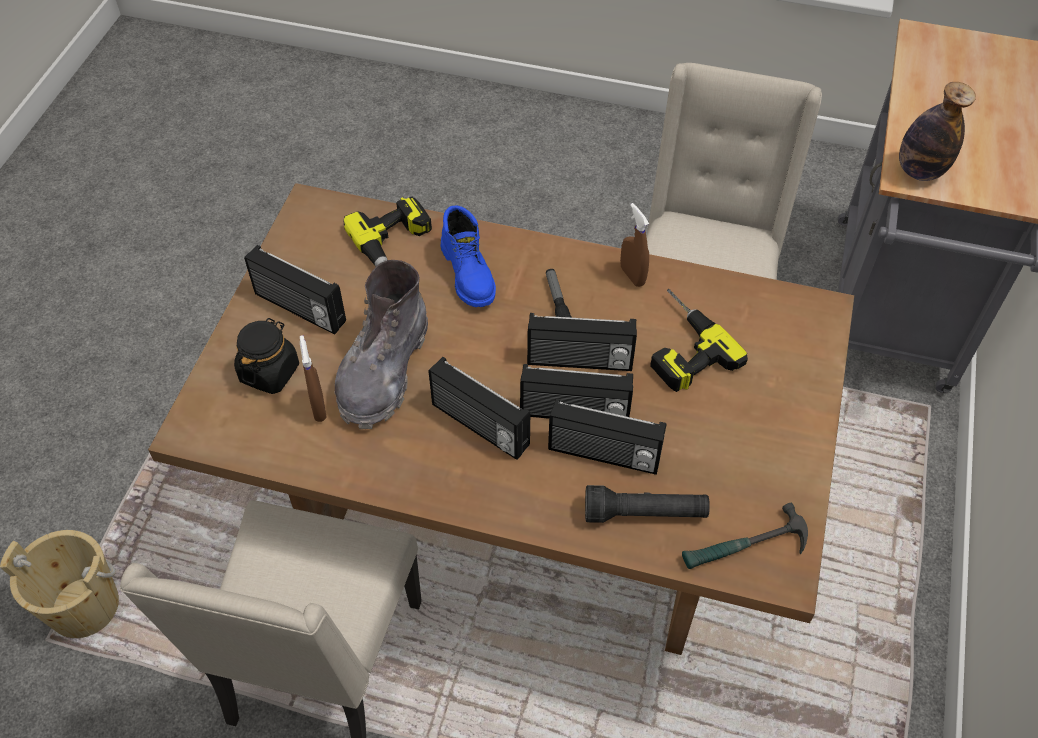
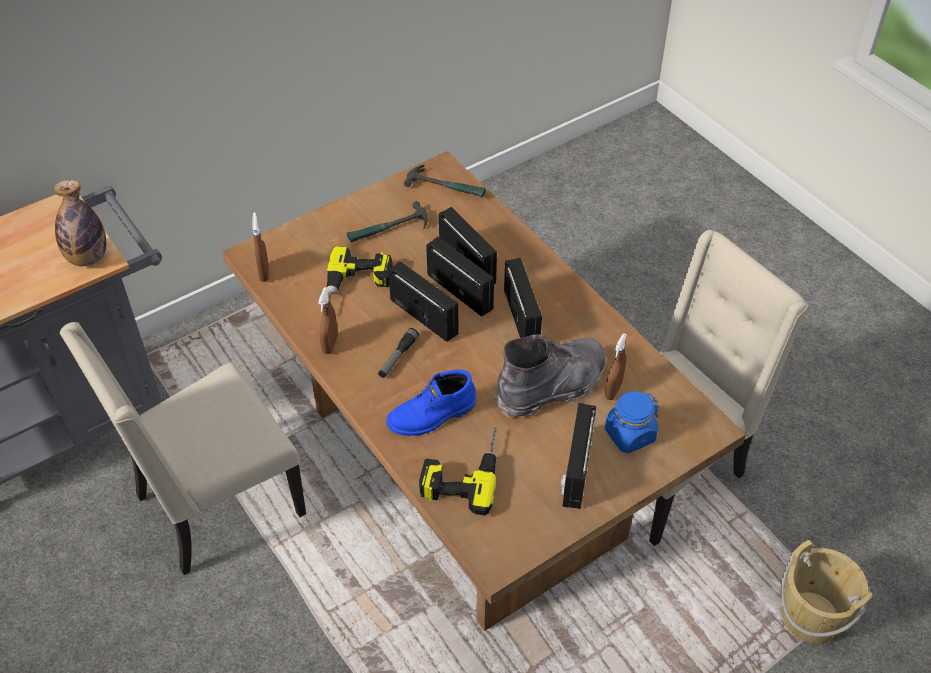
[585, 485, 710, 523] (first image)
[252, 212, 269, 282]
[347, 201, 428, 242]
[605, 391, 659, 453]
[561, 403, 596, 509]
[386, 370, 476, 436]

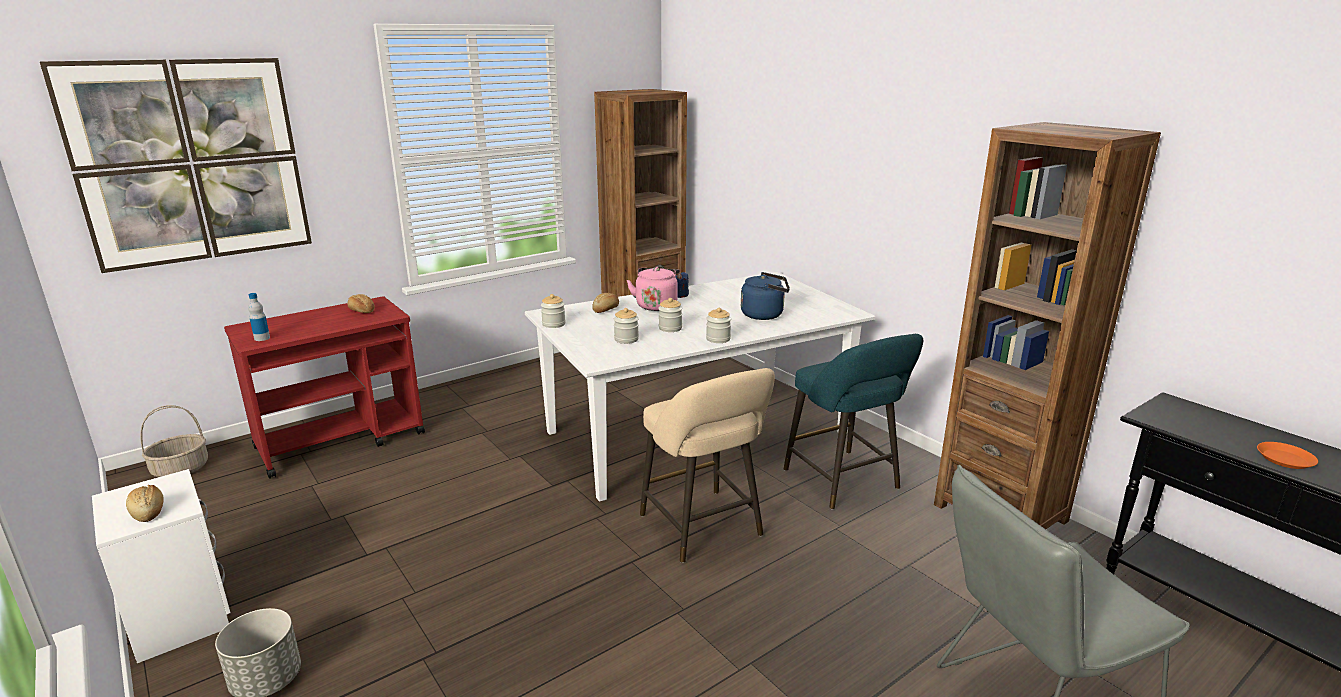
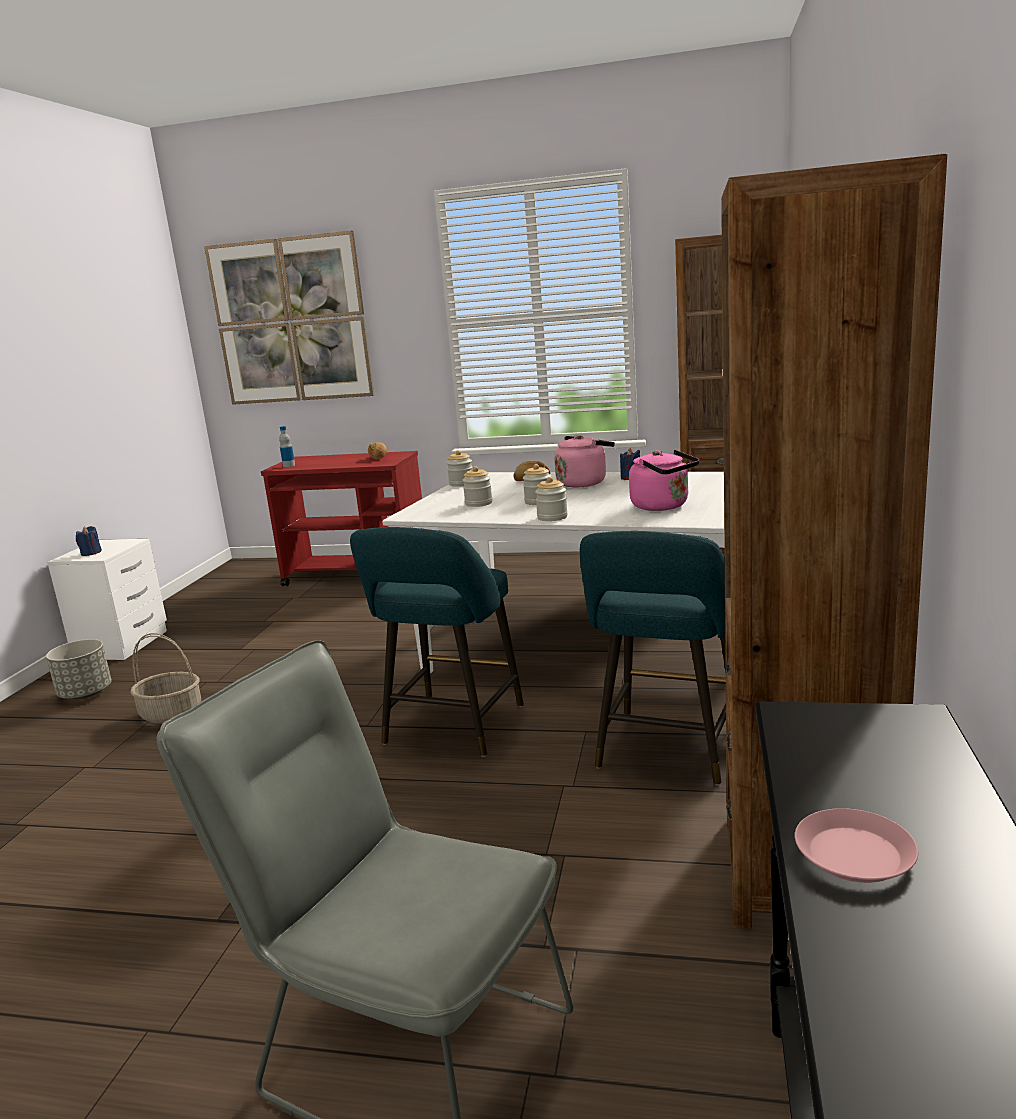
[130, 633, 201, 724]
[76, 526, 102, 556]
[350, 527, 524, 757]
[629, 450, 699, 511]
[795, 808, 918, 883]

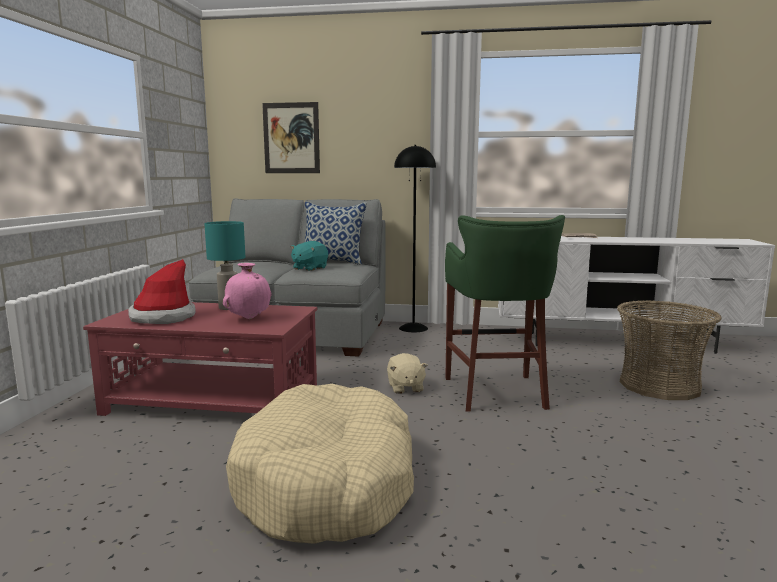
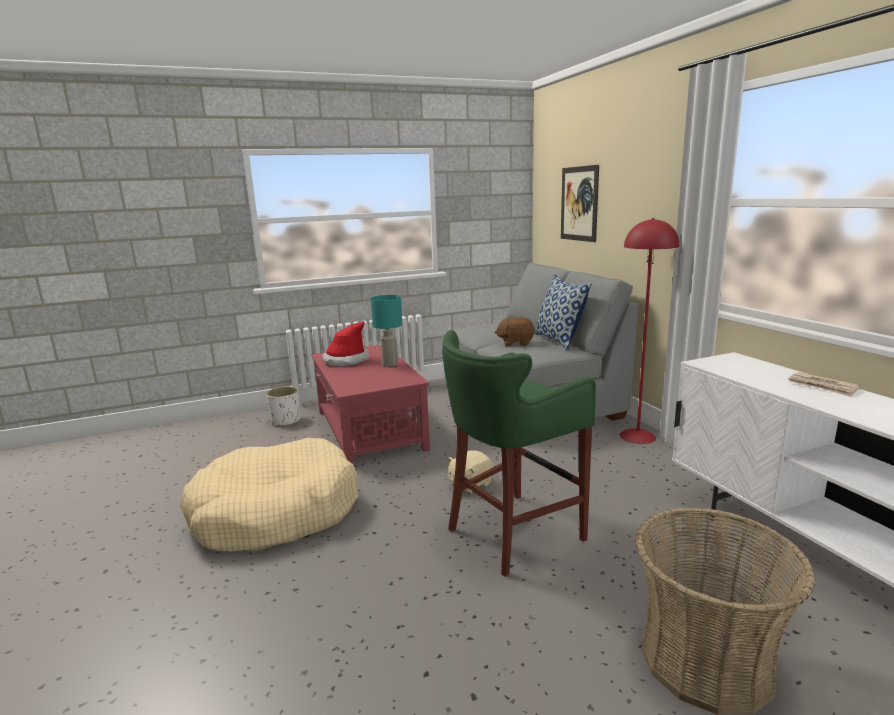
[223, 263, 272, 319] (first image)
[266, 386, 301, 427]
[495, 317, 535, 346]
[620, 218, 679, 444]

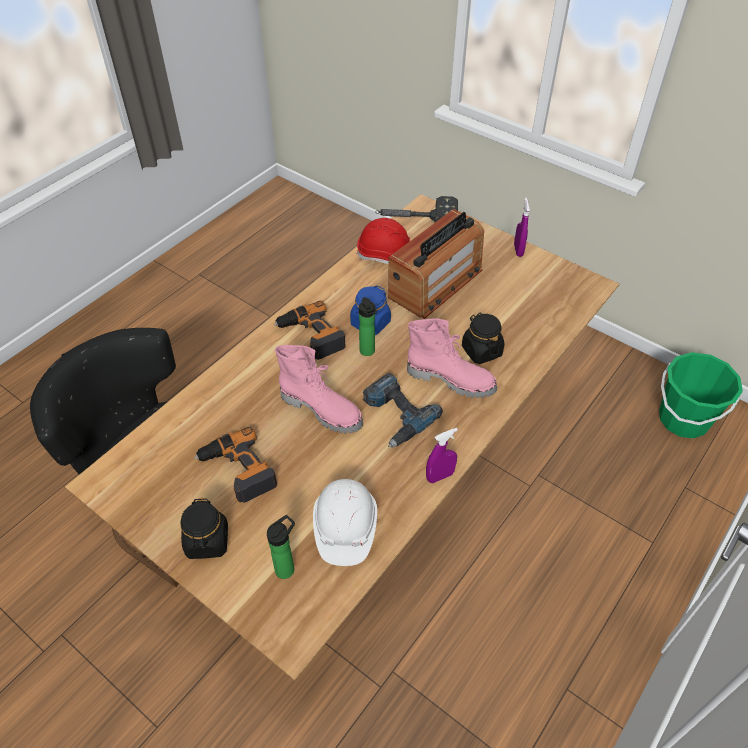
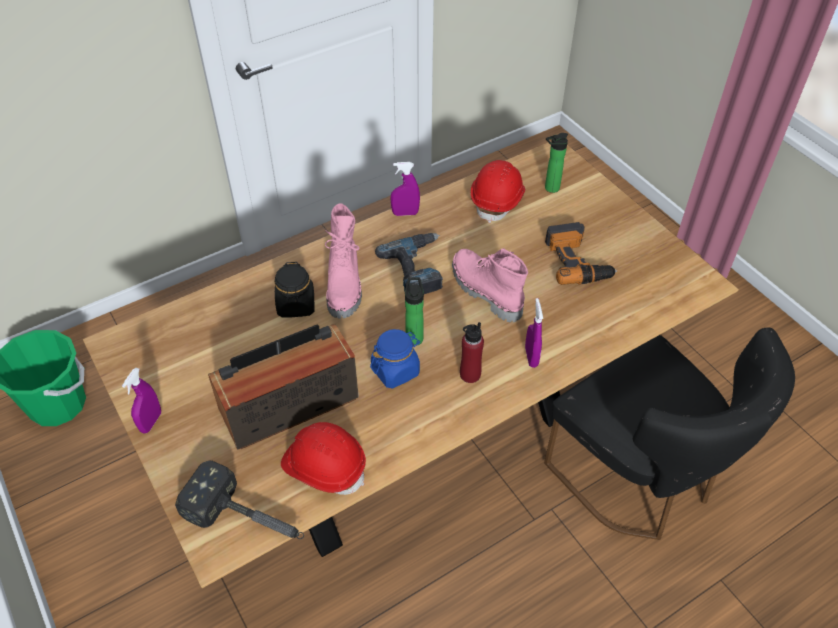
[180, 498, 228, 559] (first image)
[525, 298, 543, 368]
[460, 322, 484, 383]
[471, 160, 525, 223]
[325, 204, 362, 319]

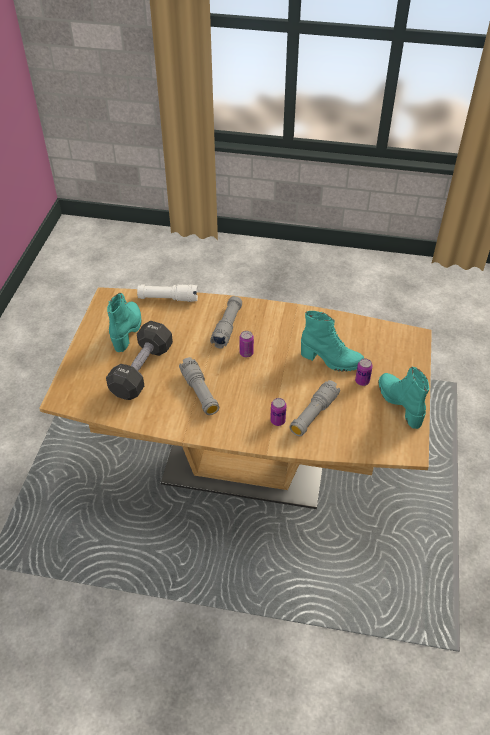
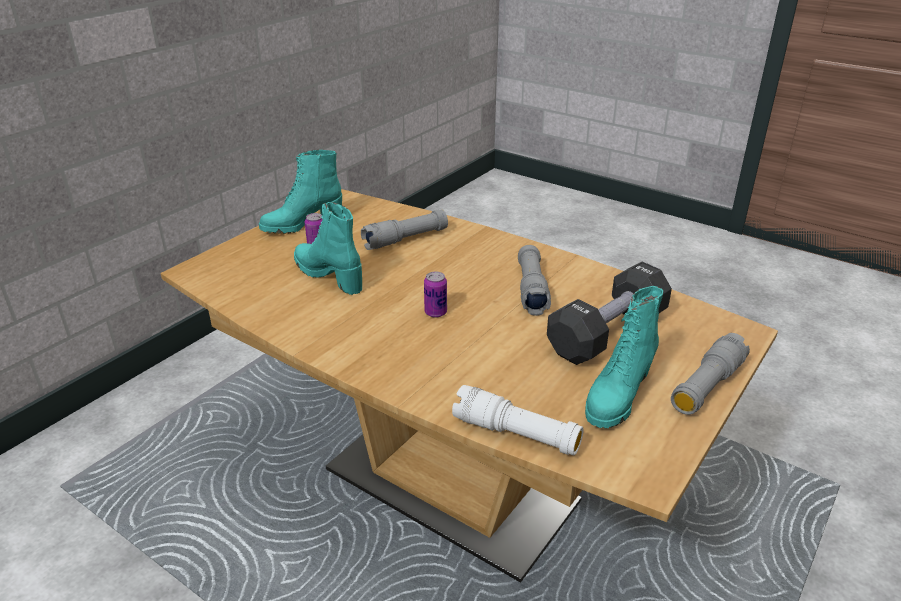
[270, 398, 287, 426] (first image)
[671, 333, 750, 415]
[259, 150, 342, 234]

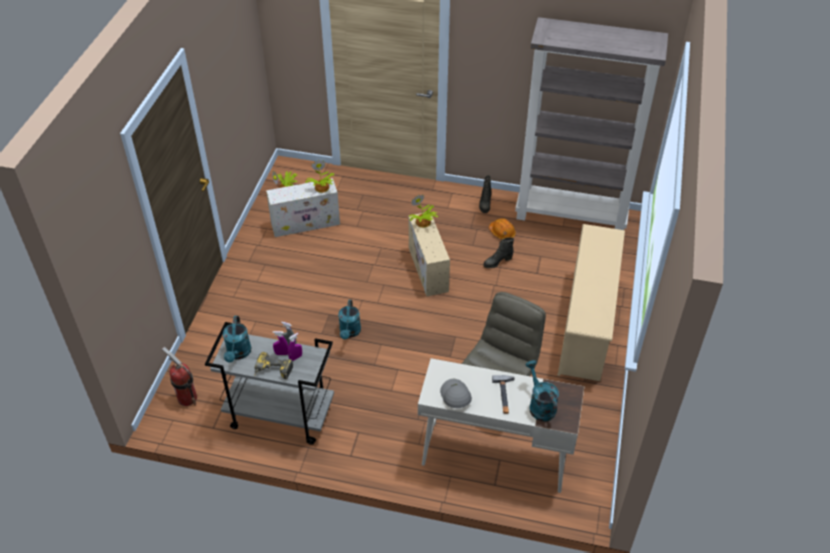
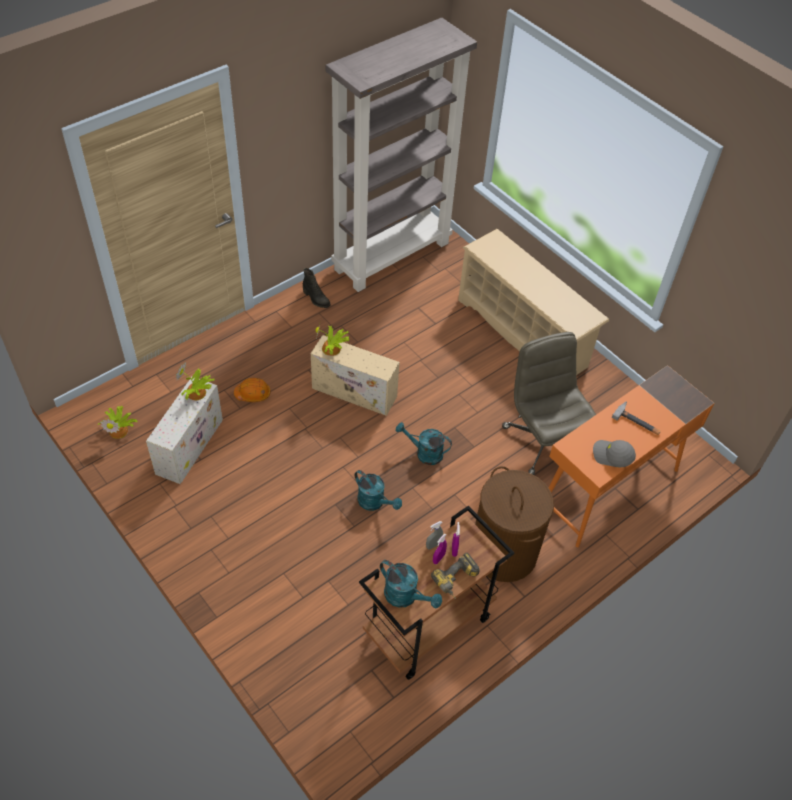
[162, 347, 197, 406] (first image)
[483, 238, 514, 268] (first image)
[475, 466, 554, 582]
[234, 378, 270, 402]
[396, 422, 452, 465]
[359, 506, 514, 680]
[549, 365, 714, 547]

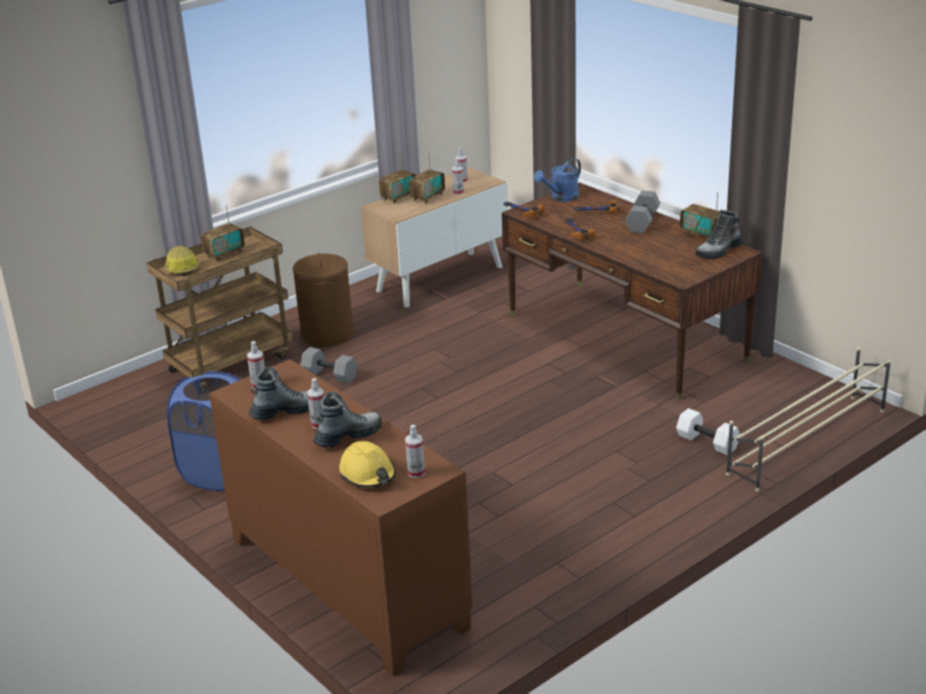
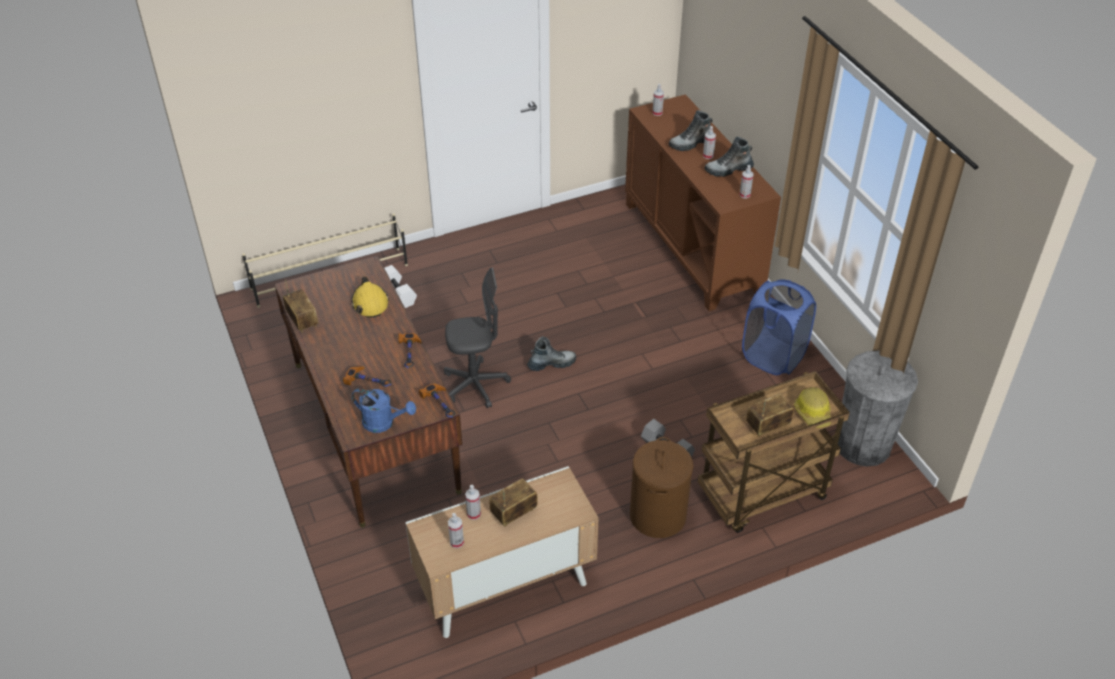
[379, 153, 416, 204] (first image)
[625, 191, 660, 234] (first image)
[444, 267, 511, 408]
[838, 351, 918, 466]
[352, 276, 389, 318]
[527, 336, 576, 371]
[352, 388, 416, 433]

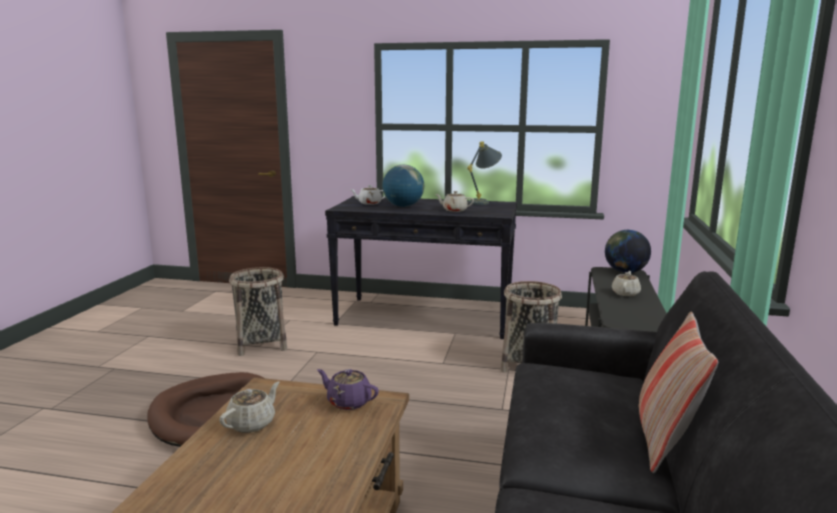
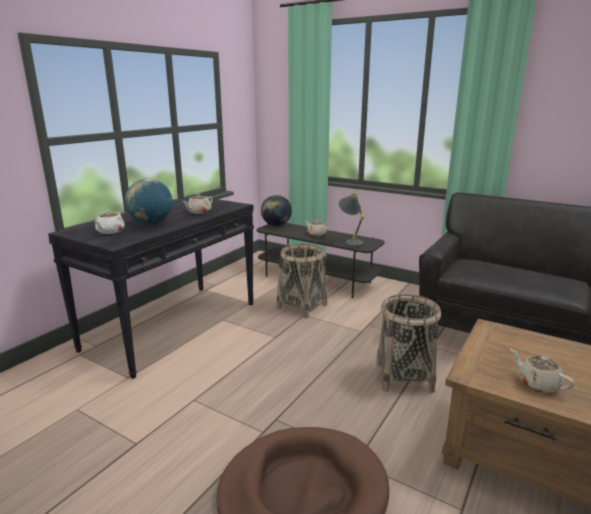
[317, 369, 379, 410] (first image)
[638, 312, 718, 473] (first image)
[376, 294, 441, 393]
[339, 192, 364, 247]

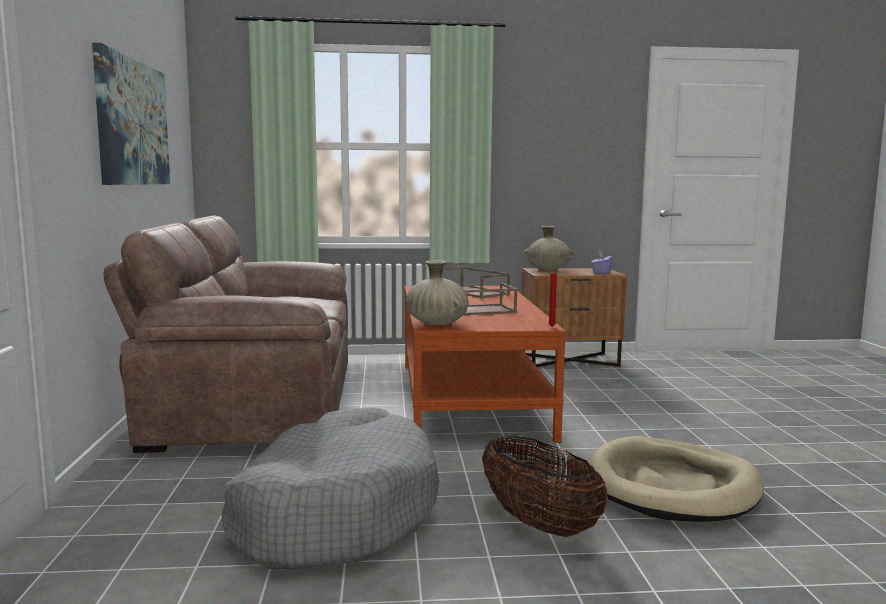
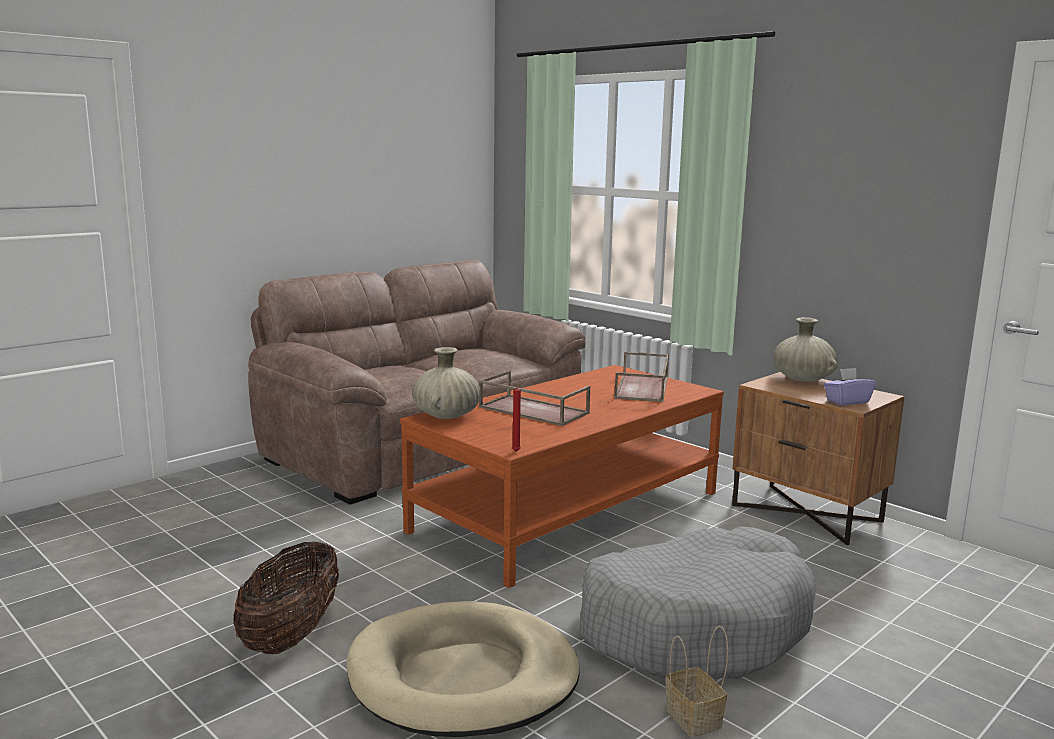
[92, 43, 170, 185] (first image)
[665, 626, 728, 737]
[579, 526, 816, 679]

